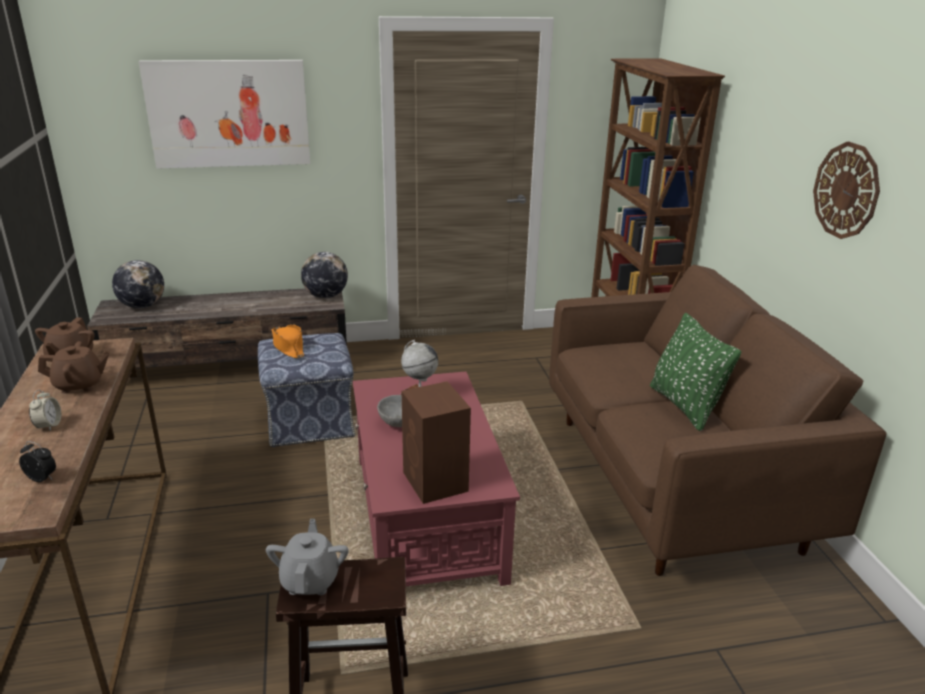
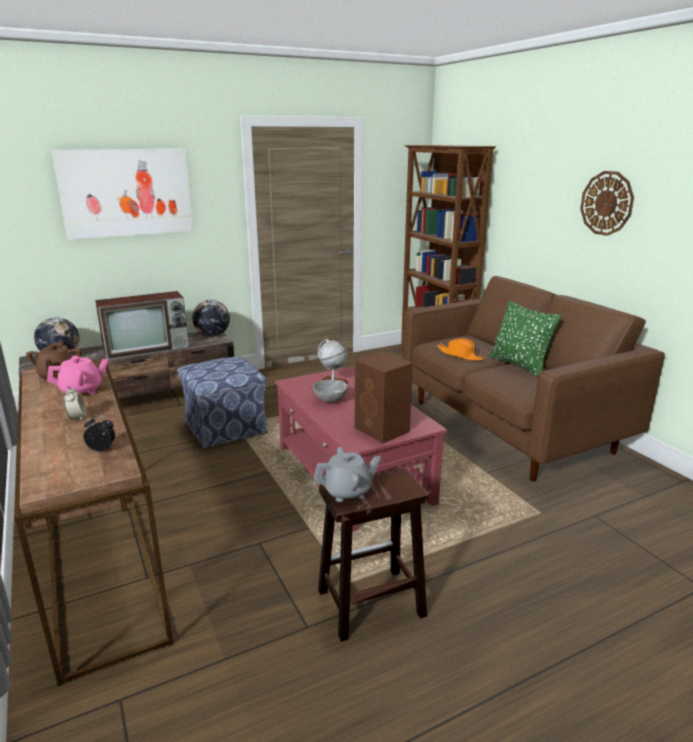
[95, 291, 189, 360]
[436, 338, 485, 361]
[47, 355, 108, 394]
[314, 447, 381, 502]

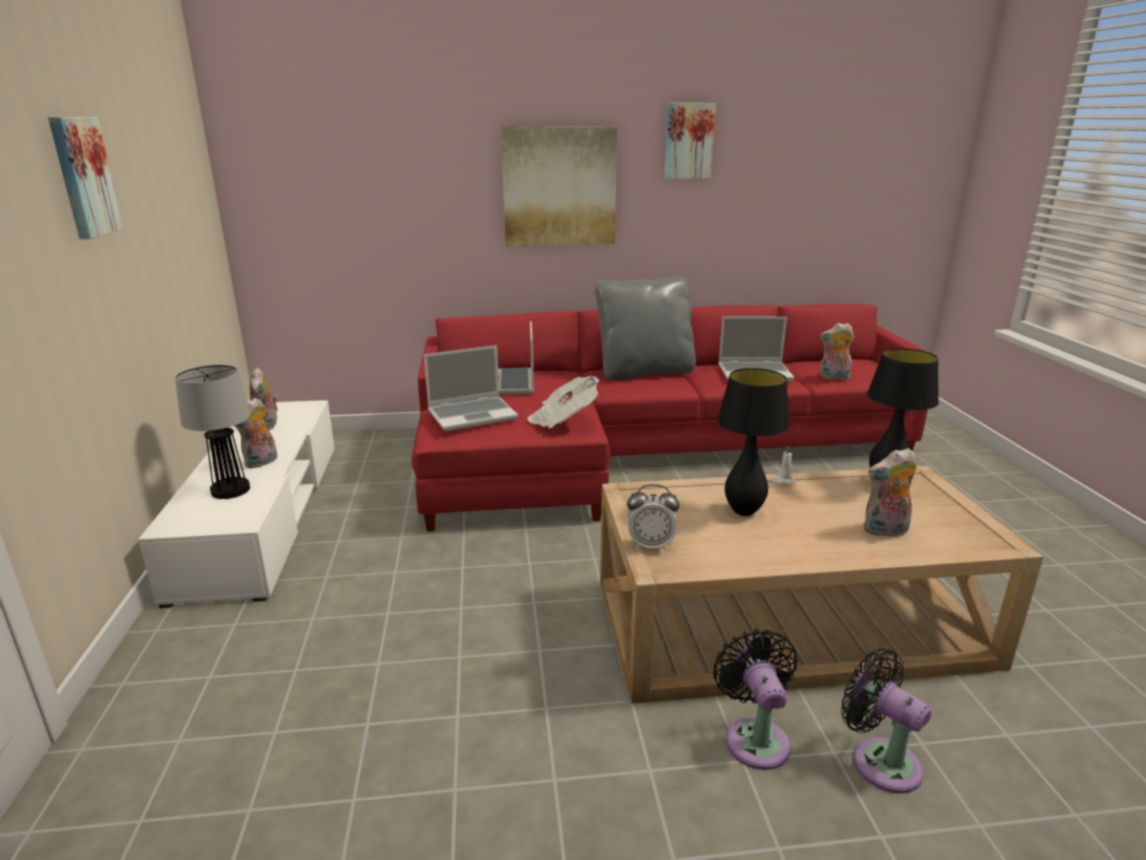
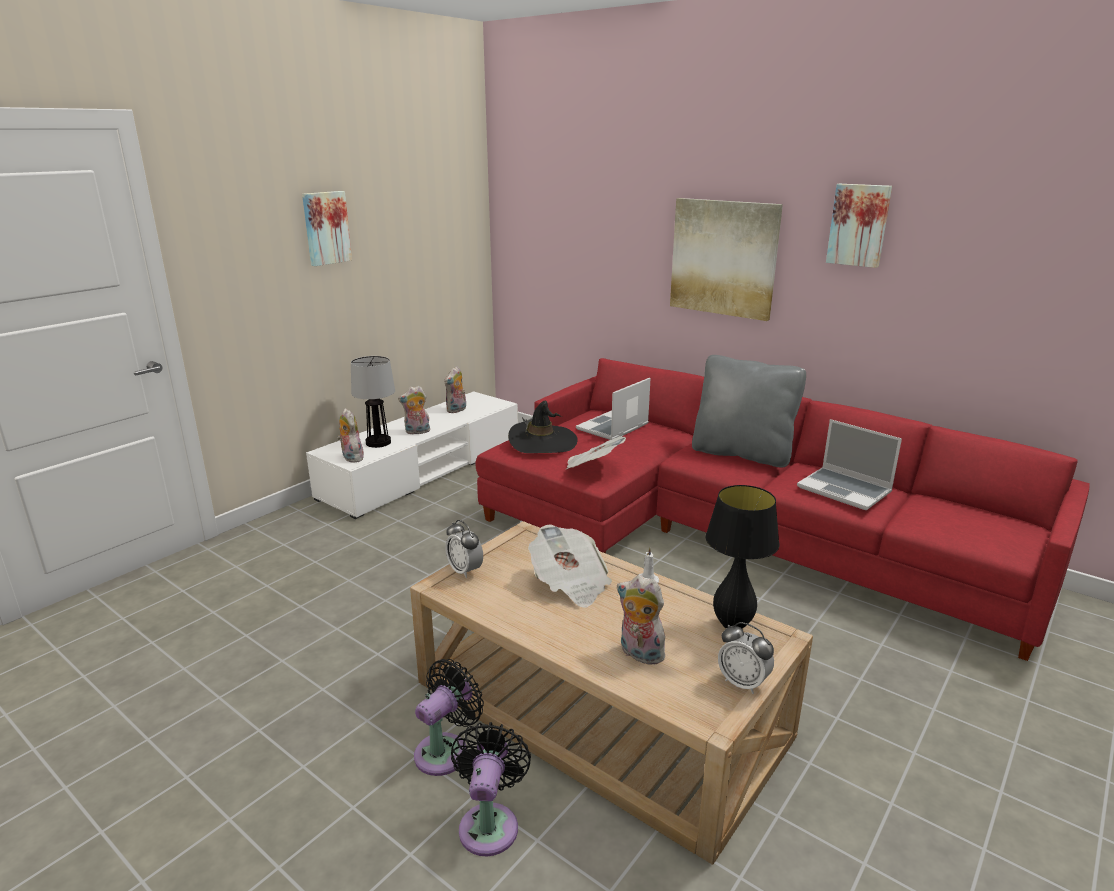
[718, 622, 774, 694]
[337, 408, 364, 463]
[508, 400, 578, 453]
[528, 524, 612, 608]

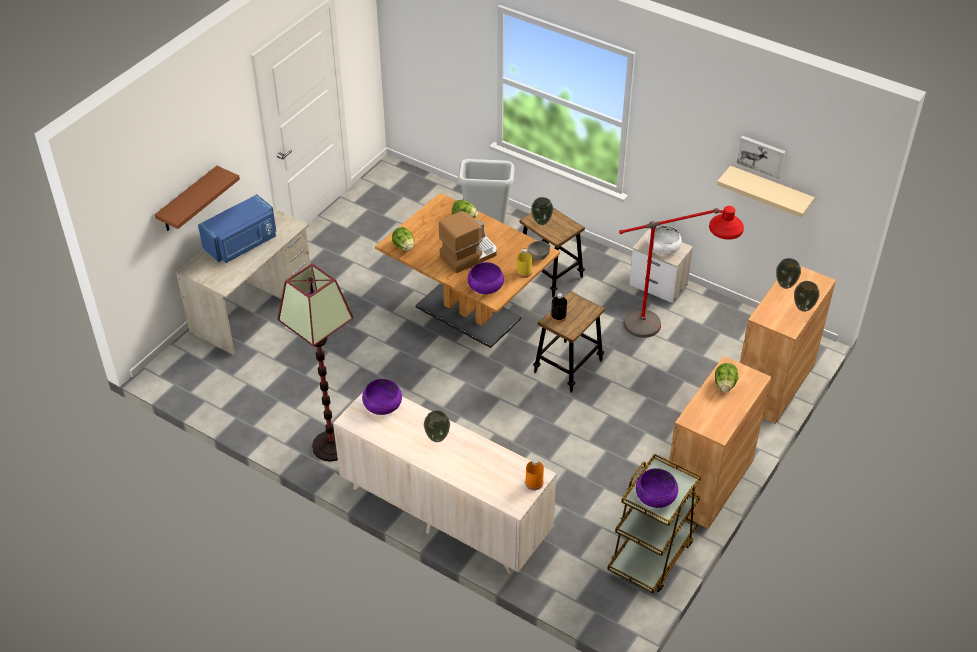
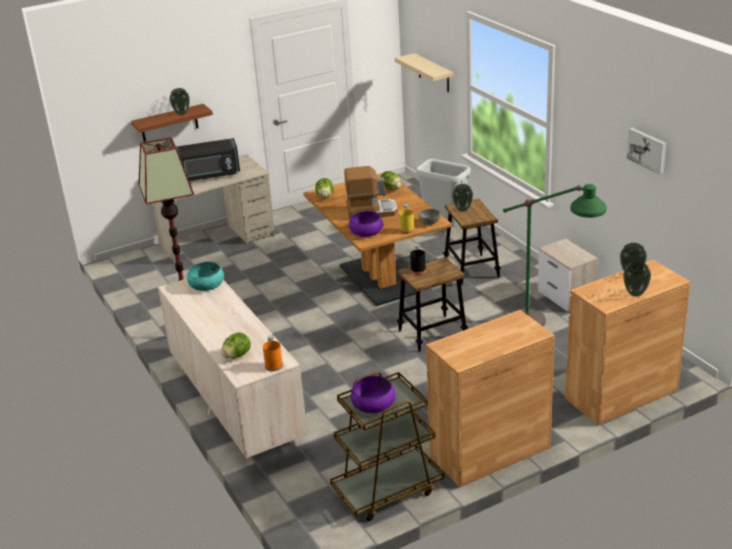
[648, 225, 682, 255] (first image)
[169, 88, 190, 115]
[221, 332, 251, 359]
[395, 53, 453, 92]
[176, 138, 240, 181]
[187, 262, 224, 291]
[503, 184, 607, 326]

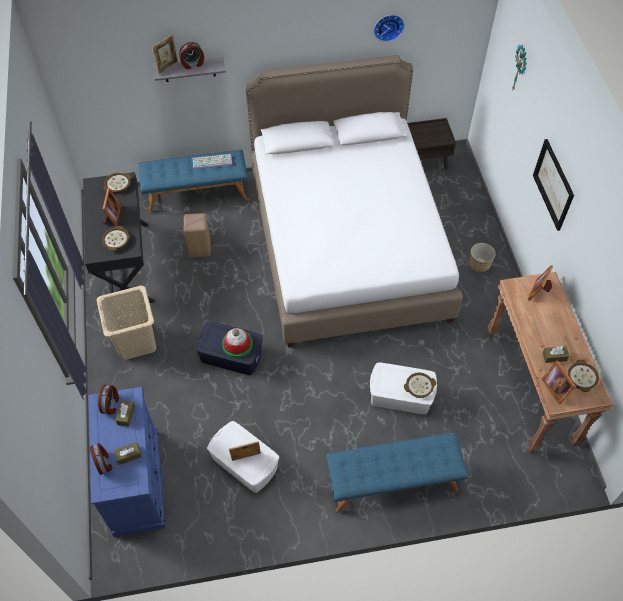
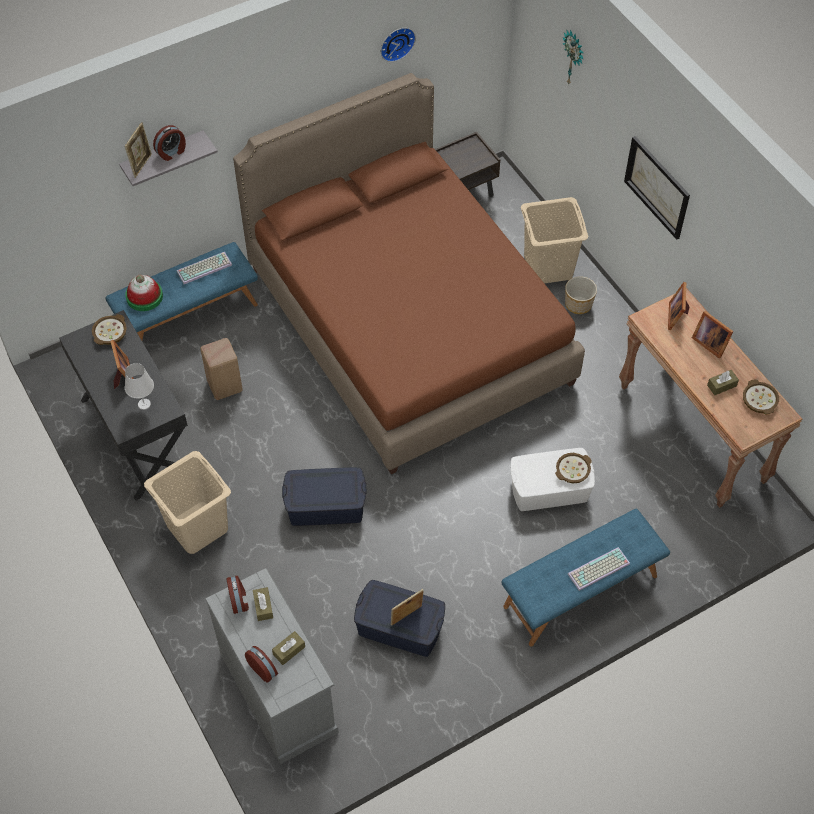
[521, 197, 588, 283]
[568, 547, 630, 591]
[125, 275, 163, 311]
[692, 311, 734, 359]
[125, 363, 154, 410]
[205, 568, 339, 765]
[354, 580, 445, 657]
[233, 73, 585, 475]

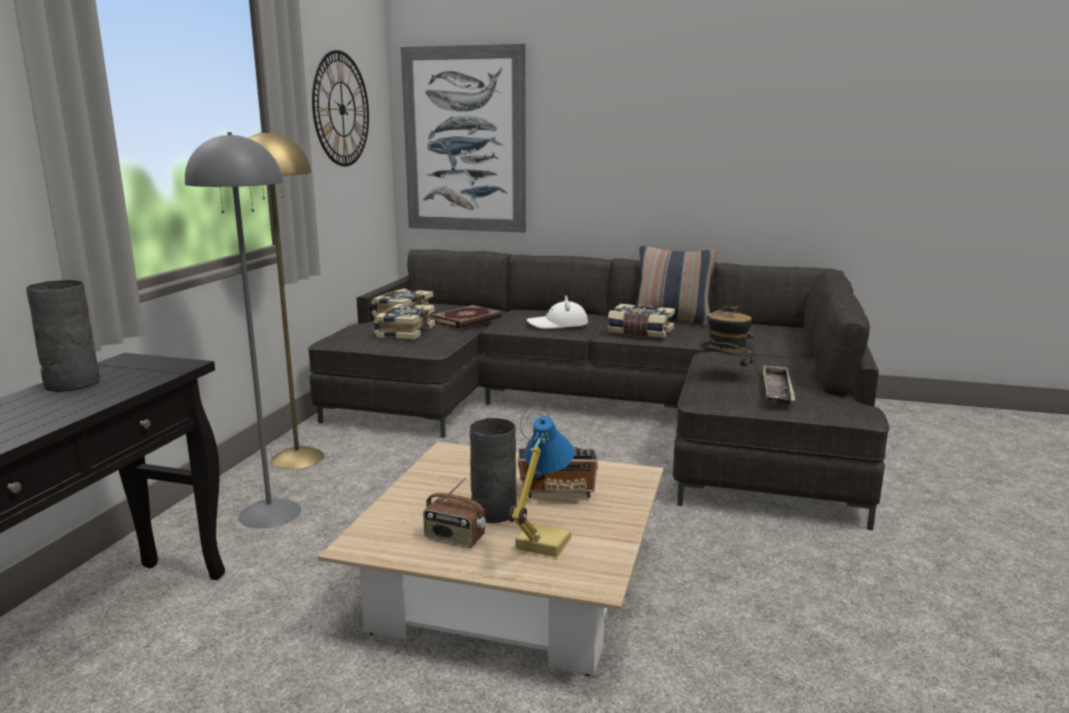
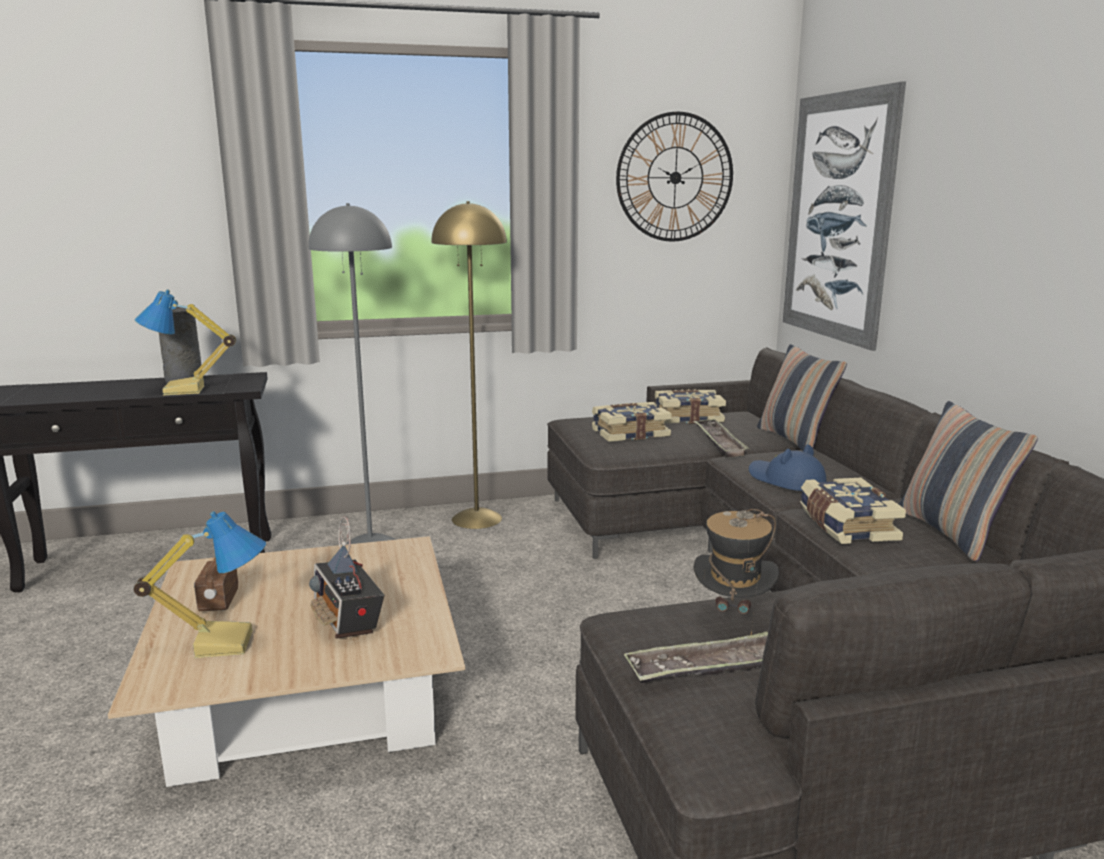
[470, 418, 517, 523] (first image)
[135, 289, 236, 395]
[757, 344, 847, 451]
[693, 419, 749, 458]
[749, 444, 827, 491]

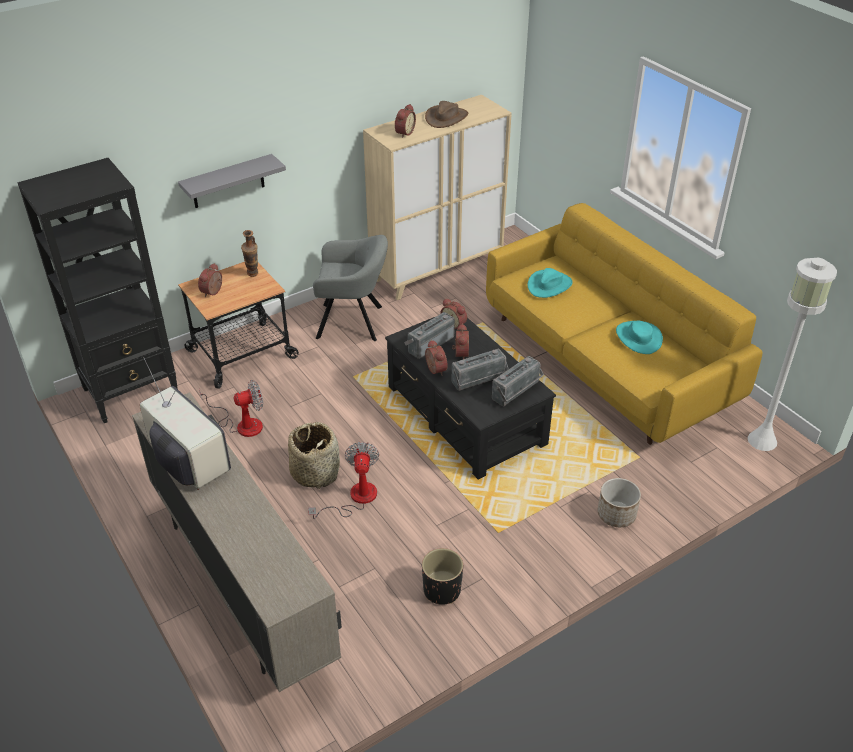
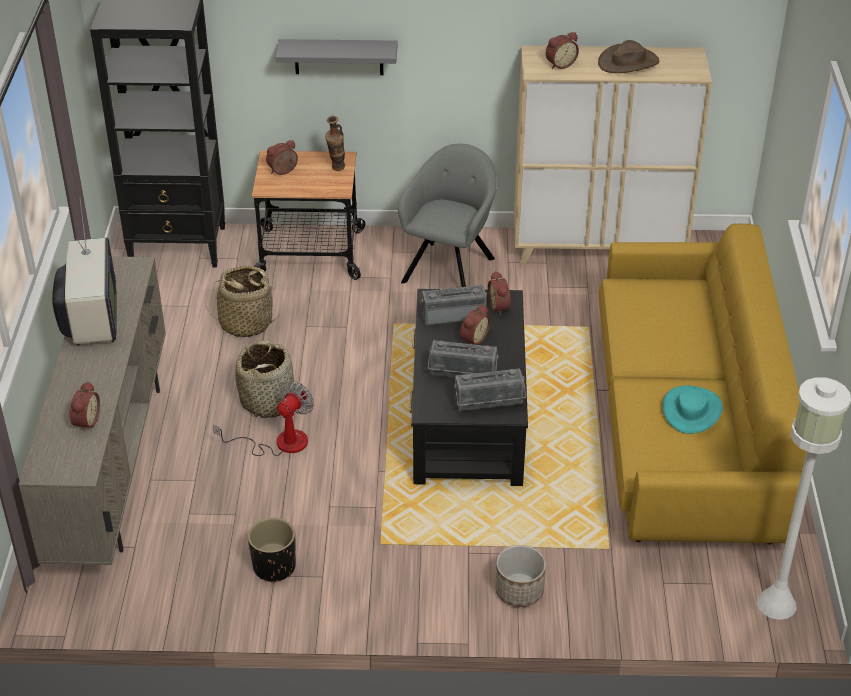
[528, 268, 573, 298] (first image)
[69, 381, 100, 432]
[205, 265, 279, 337]
[398, 144, 497, 287]

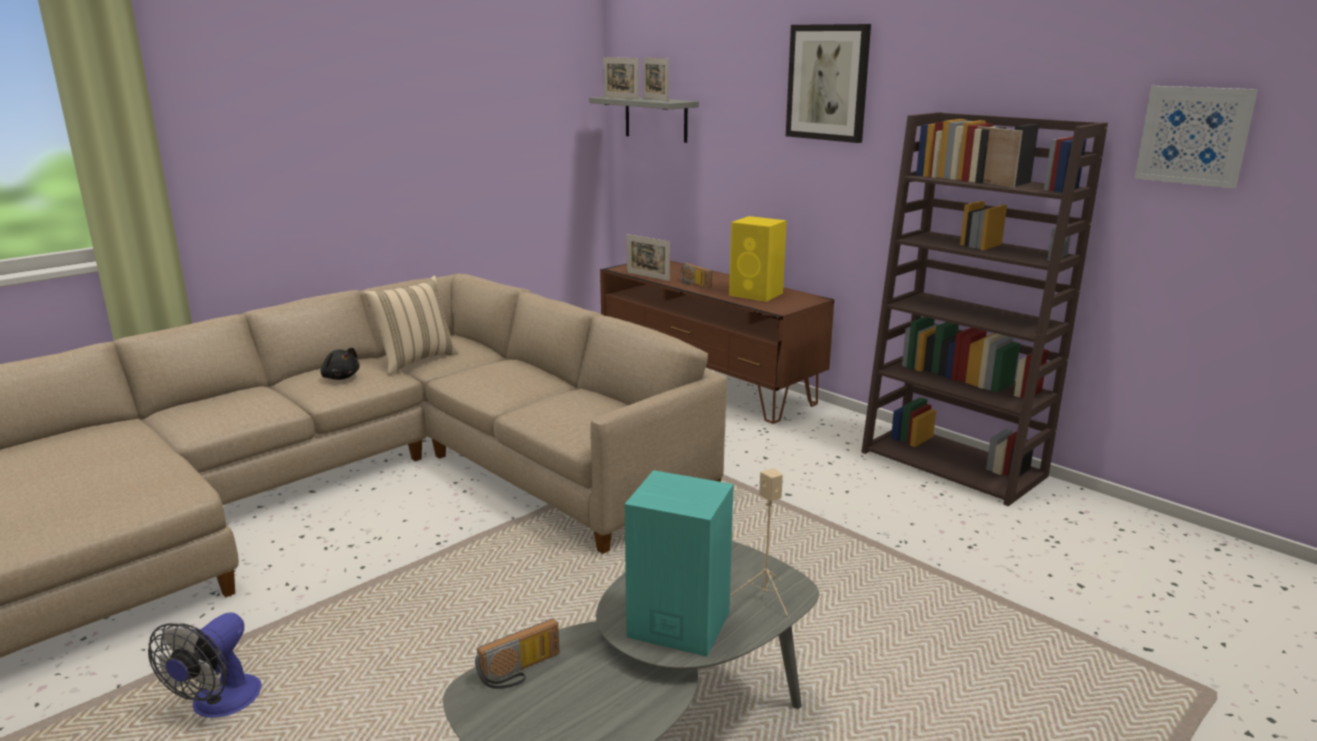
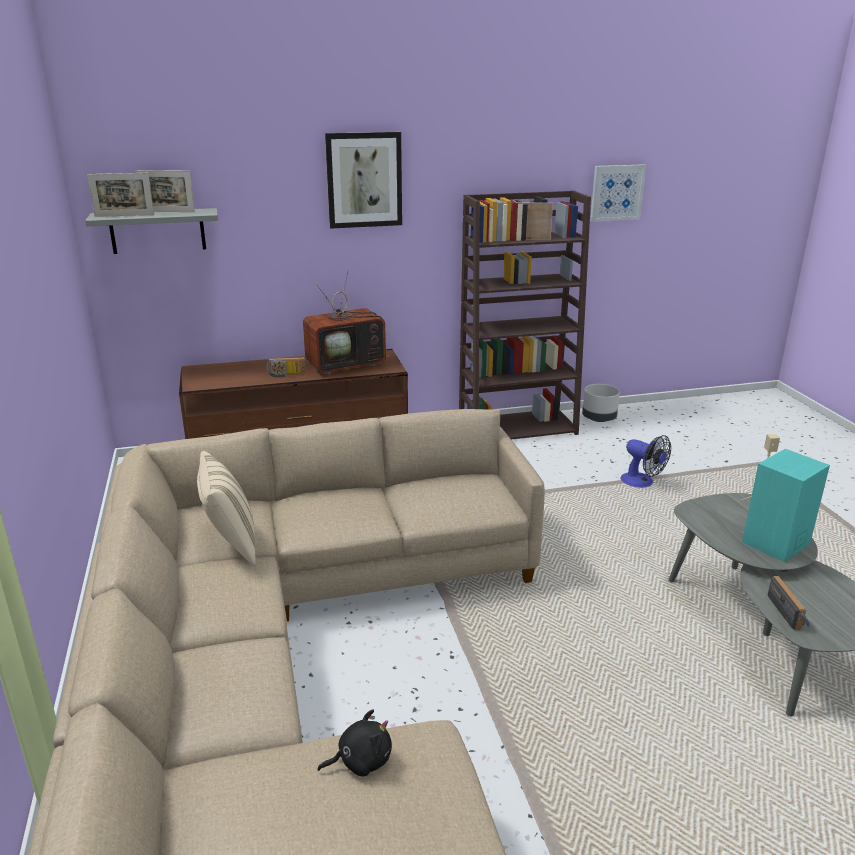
[627, 234, 670, 281] (first image)
[582, 384, 620, 422]
[620, 435, 671, 488]
[318, 709, 392, 777]
[303, 269, 389, 375]

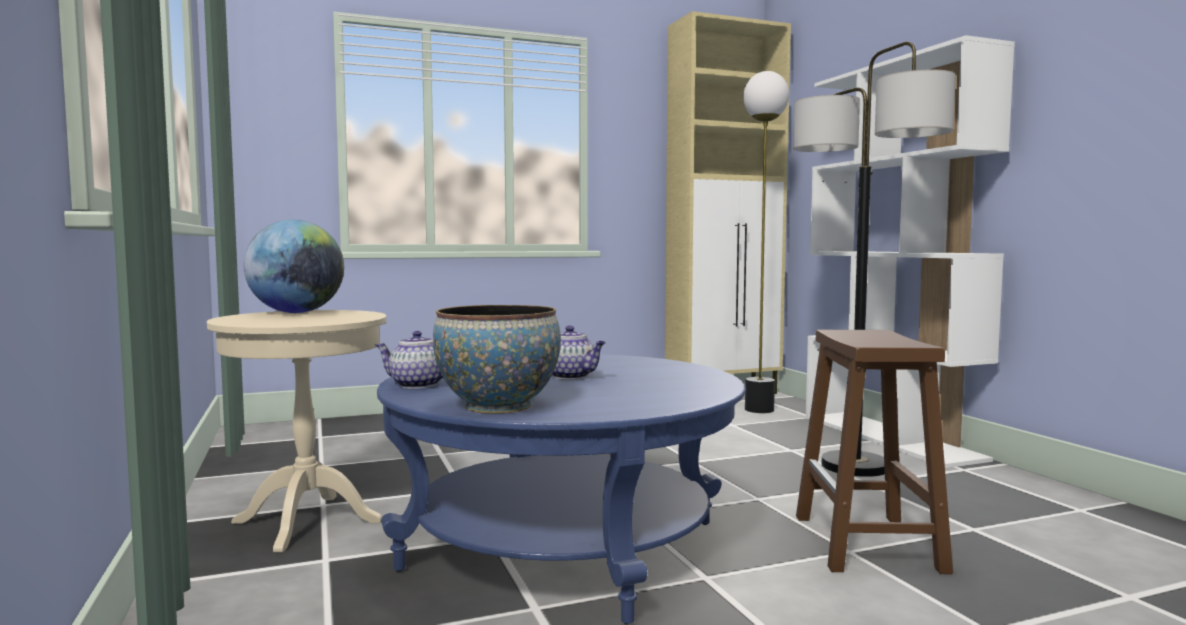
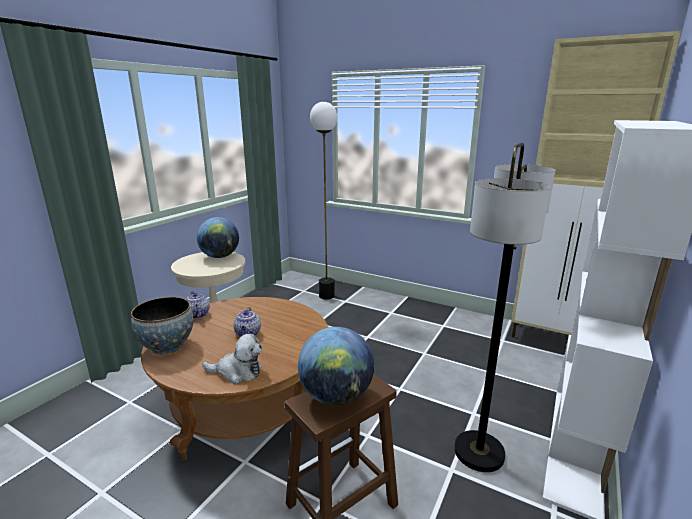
[202, 334, 262, 384]
[298, 327, 374, 406]
[310, 102, 338, 300]
[141, 297, 328, 461]

